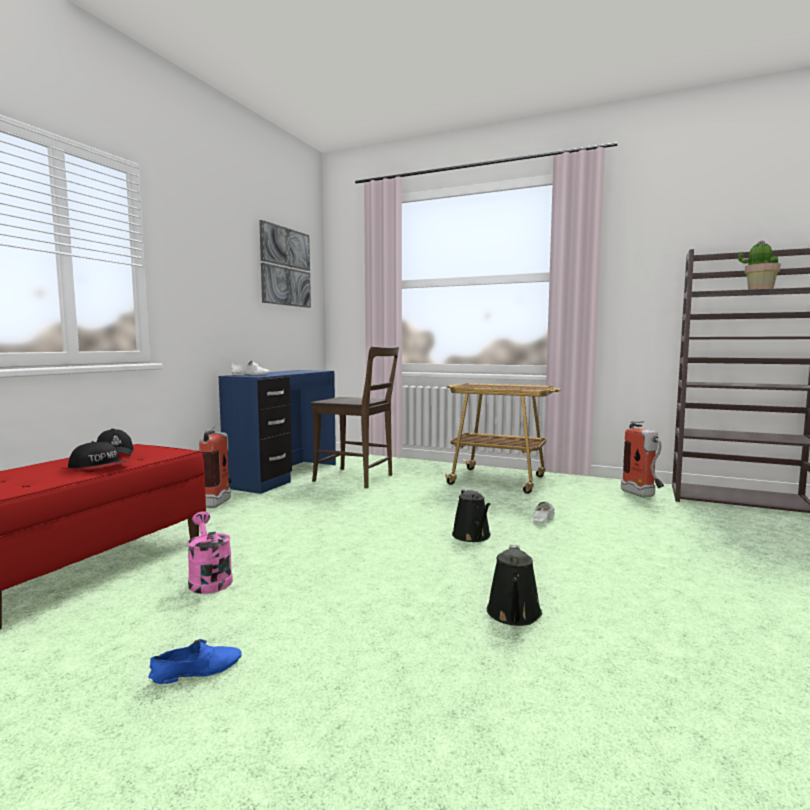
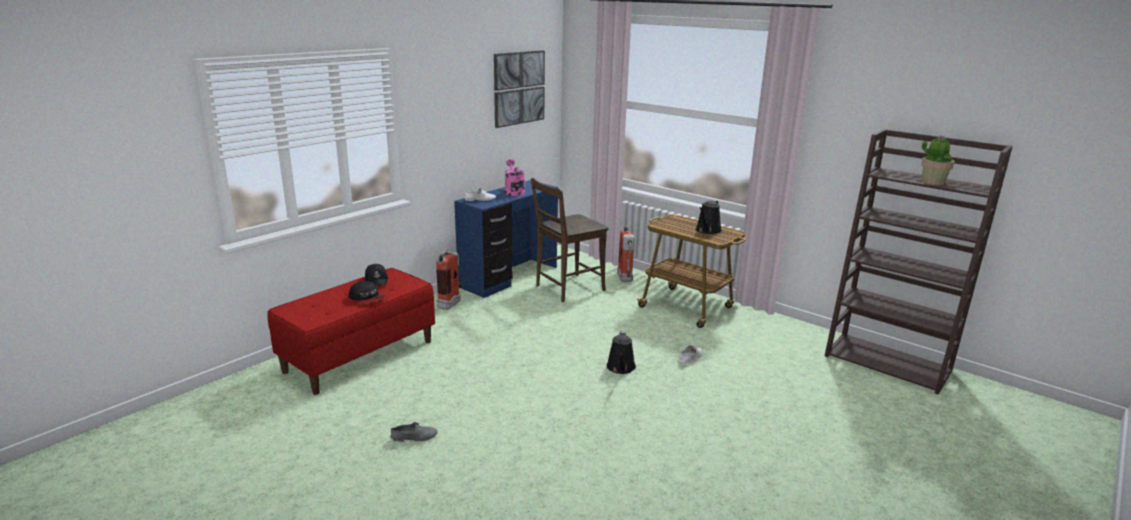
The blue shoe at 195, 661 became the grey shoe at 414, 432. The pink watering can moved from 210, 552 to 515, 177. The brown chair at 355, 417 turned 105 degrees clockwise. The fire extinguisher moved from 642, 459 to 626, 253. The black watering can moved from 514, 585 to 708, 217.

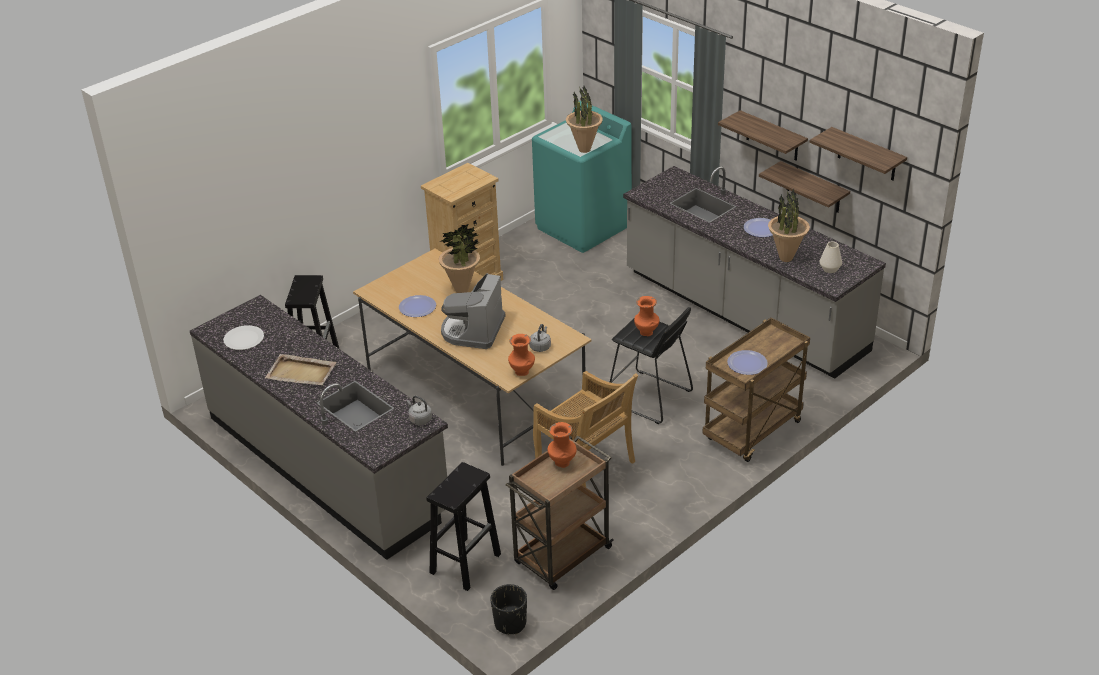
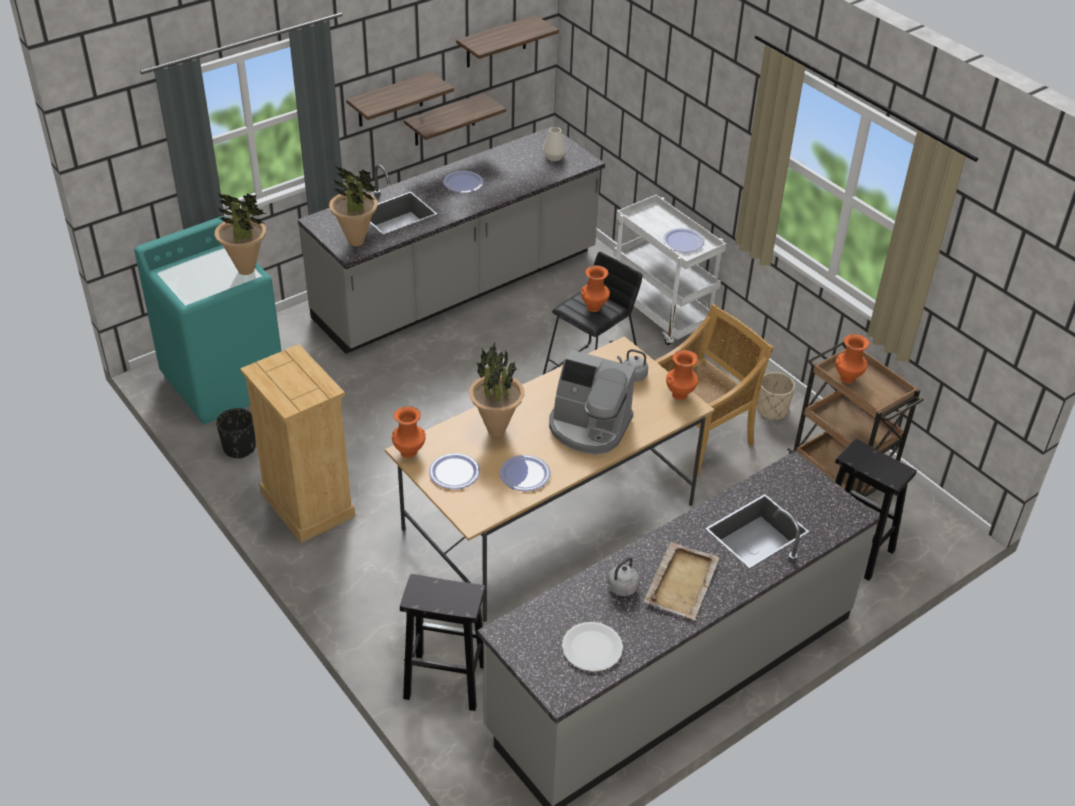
The black planter moved from 508, 609 to 236, 433. The potted plant moved from 789, 225 to 353, 205. The orange vase at 409, 432 appeared. The plate at 454, 471 appeared. The grey kettle moved from 419, 410 to 621, 576. The brown cart at 756, 390 became the white cart at 670, 270. The beige planter at 776, 396 appeared.

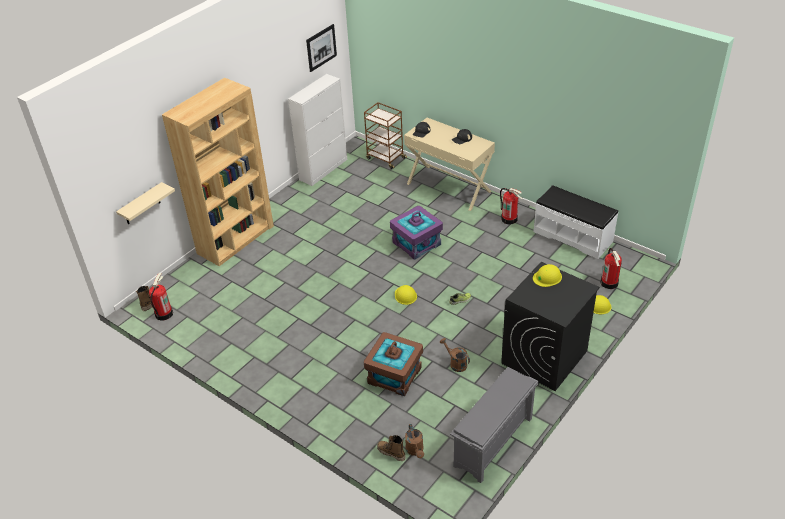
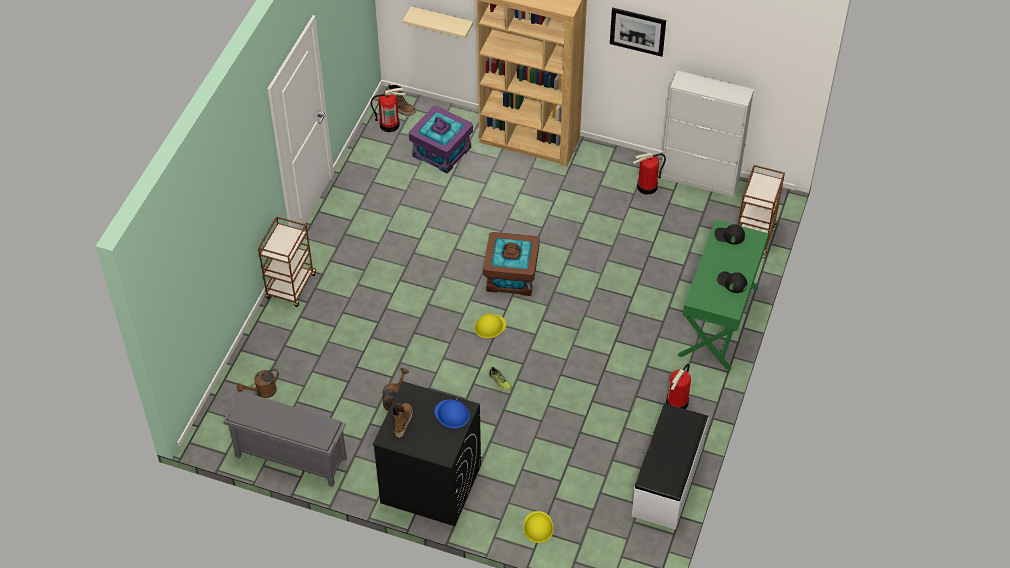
The brown cart at 287, 261 appeared. The boot moved from 391, 448 to 402, 420. The purple storage box moved from 416, 233 to 441, 140. The yellow hard hat at 547, 275 became the blue hard hat at 452, 414. The brown storage box moved from 393, 364 to 511, 264. The picture moved from 321, 48 to 638, 32. The fire extinguisher moved from 611, 268 to 649, 173. The beige desk at 449, 164 became the green desk at 723, 295.

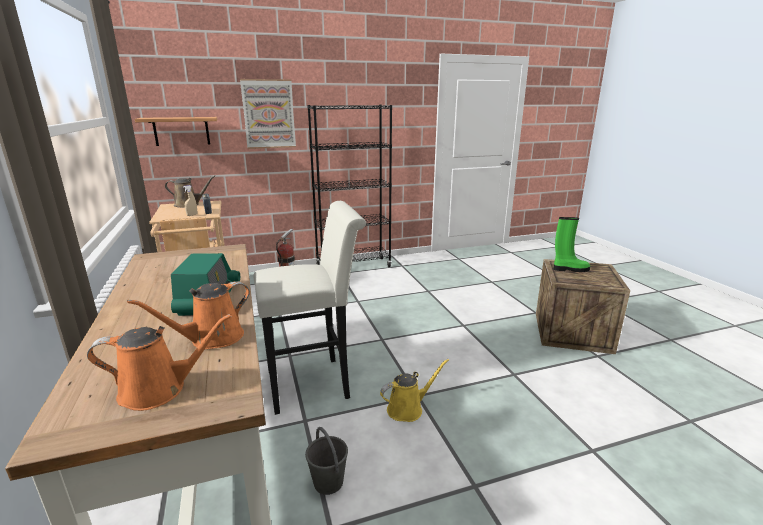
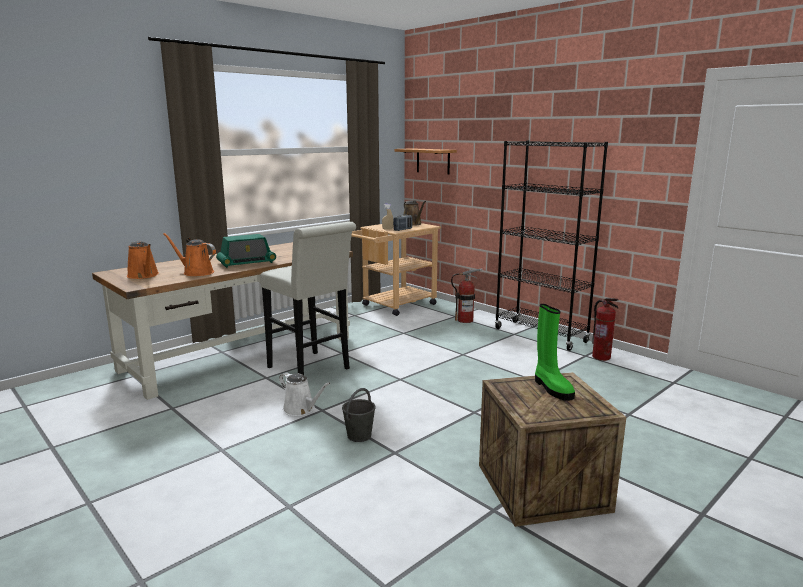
The yellow watering can at 414, 390 became the white watering can at 304, 394. The grey bucket moved from 326, 461 to 359, 415. The fire extinguisher at 605, 329 appeared. The picture at 268, 114 disappeared.

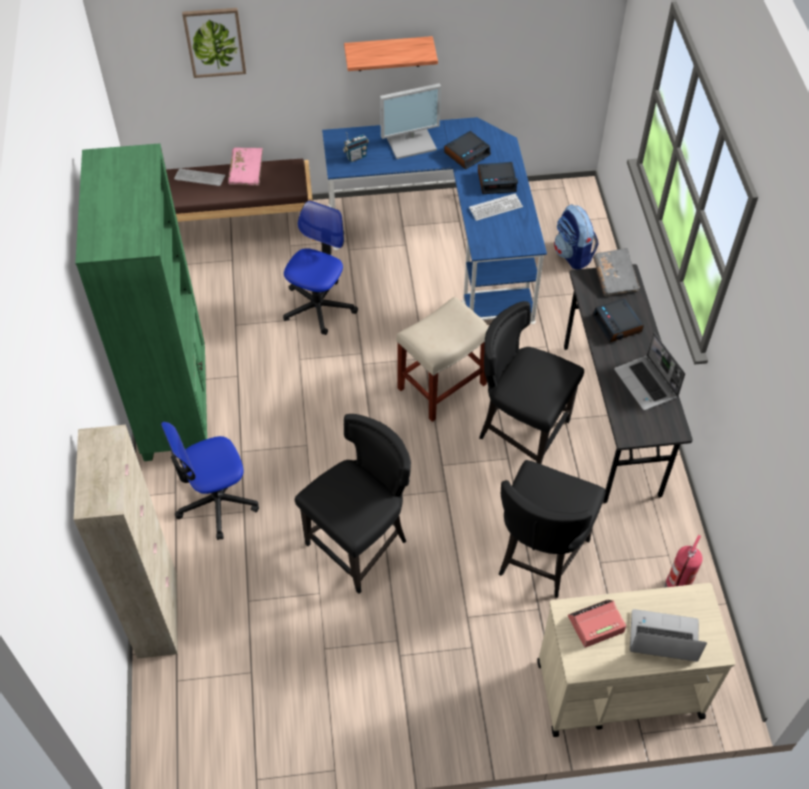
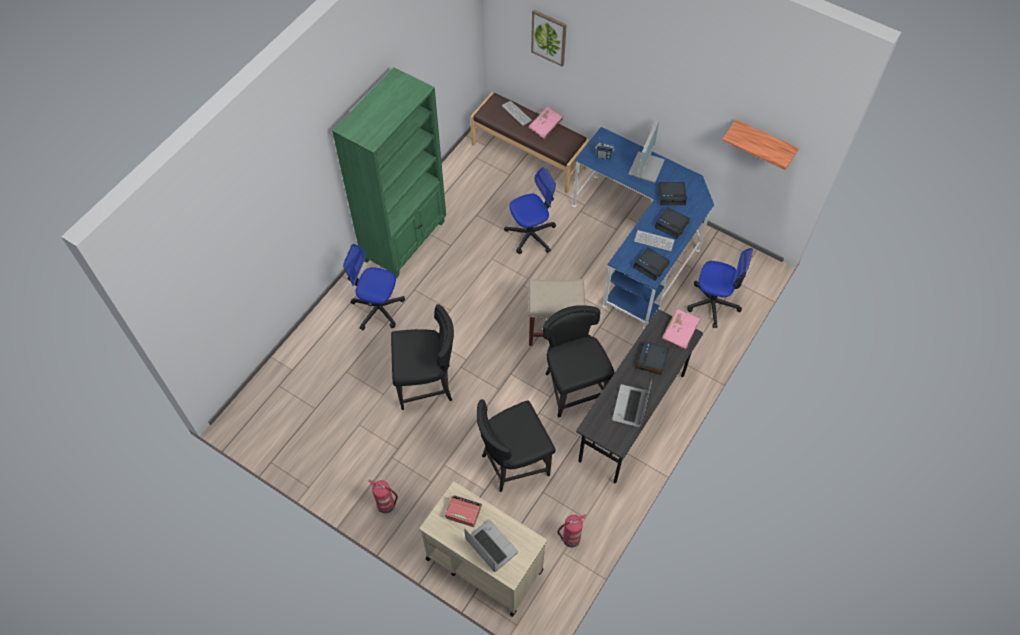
The fire extinguisher at 383, 497 appeared. The monitor at 410, 121 turned 90 degrees counterclockwise. The alarm clock at 651, 264 appeared. The grey book at 616, 272 became the pink book at 681, 329. The backpack at 576, 236 was replaced by the office chair at 720, 288. The shelf moved from 391, 53 to 760, 145. The beige cabinet at 126, 542 disappeared.

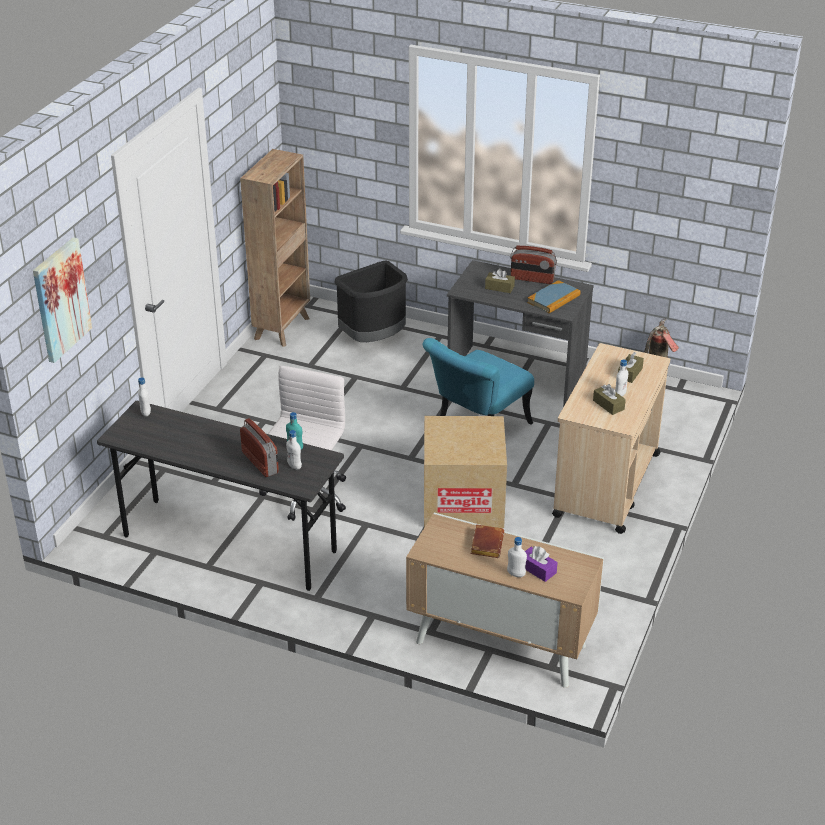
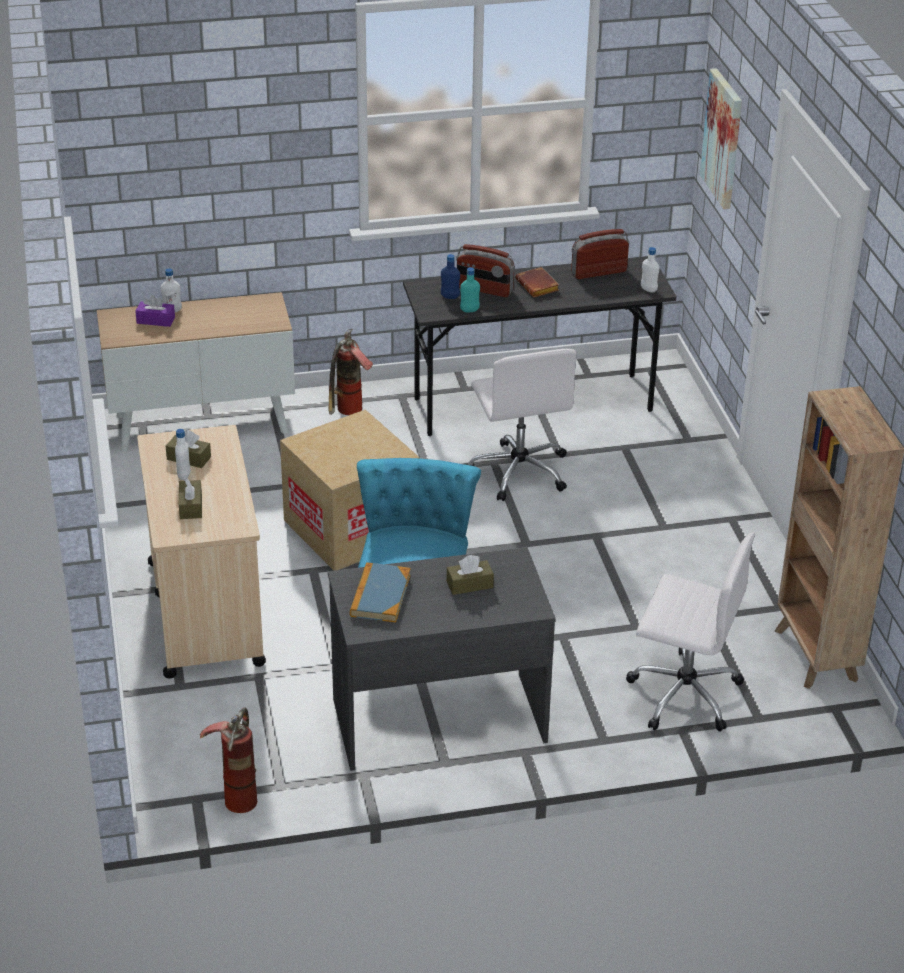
The fire extinguisher at 350, 372 appeared. The white bottle at 294, 450 became the blue bottle at 450, 276. The brown book moved from 487, 541 to 537, 282. The radio moved from 533, 265 to 600, 254. The black trash can at 371, 301 was replaced by the white office chair at 690, 632.

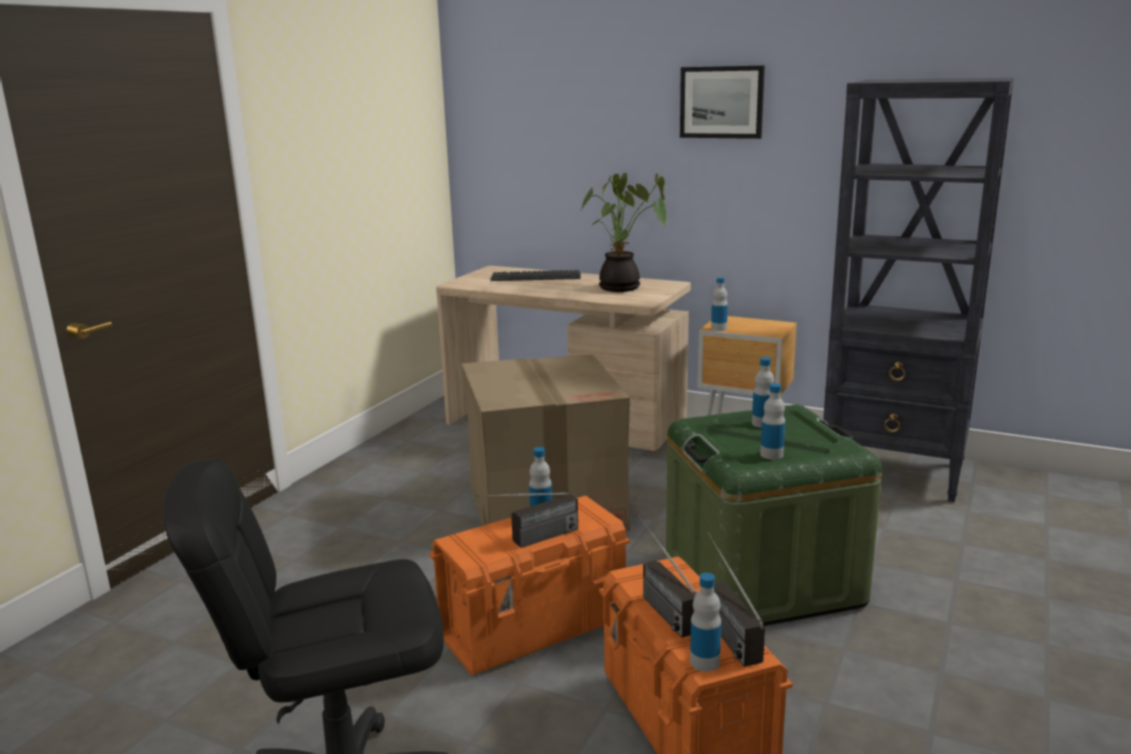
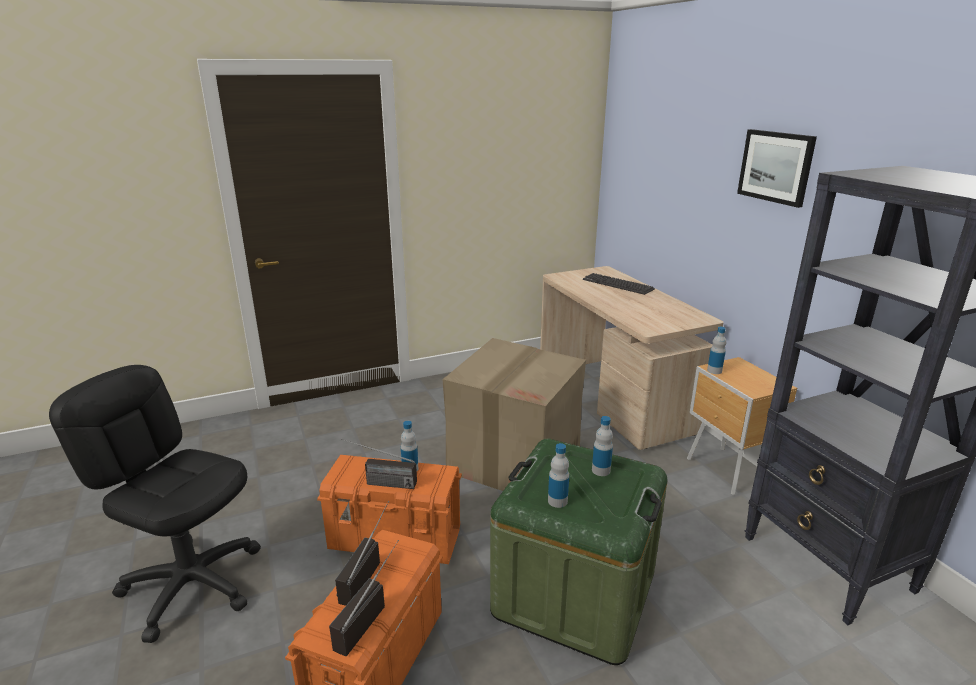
The potted plant at 624, 232 disappeared. The bottle at 705, 622 disappeared.

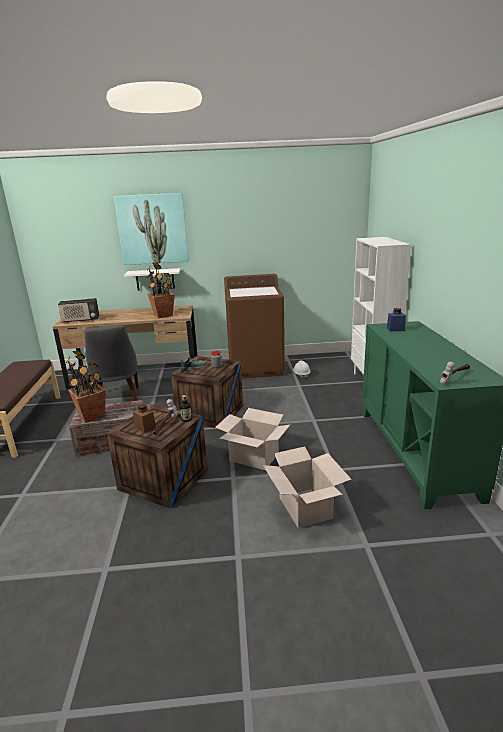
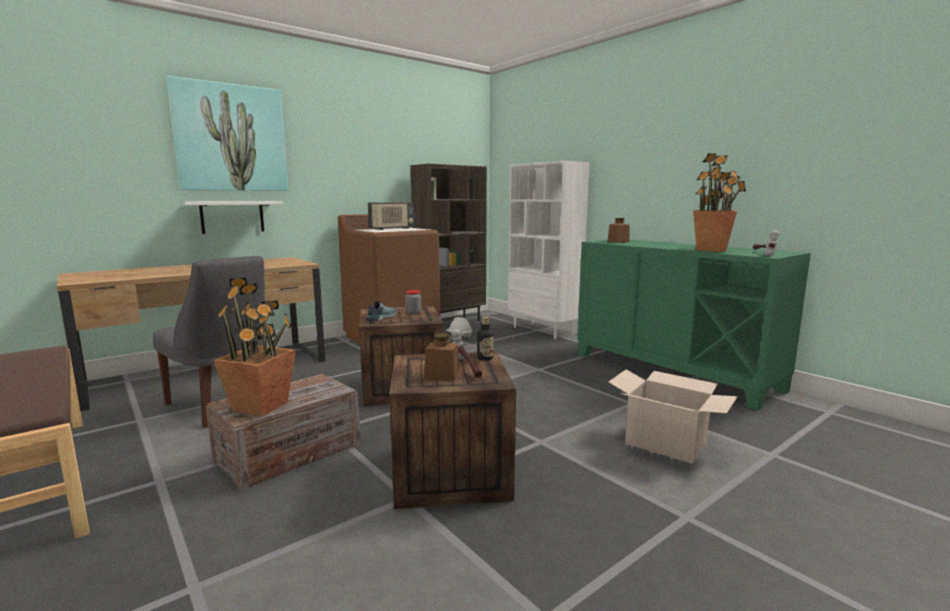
The radio moved from 78, 310 to 391, 216. The brown bookcase at 449, 242 appeared. The blue jar at 396, 319 became the brown jar at 619, 230. The potted plant moved from 161, 290 to 719, 202. The cardboard box at 252, 439 disappeared.

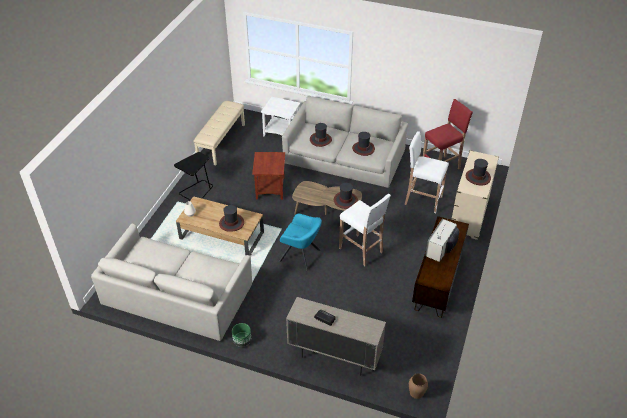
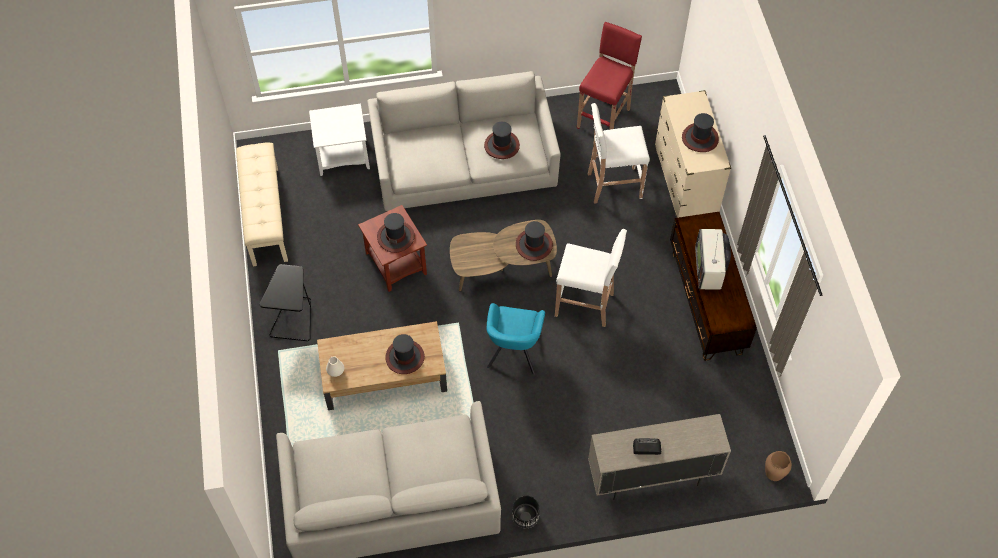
The hat moved from 321, 135 to 396, 233. The turquoise armchair at 300, 242 turned 105 degrees clockwise. The green planter at 241, 335 became the black planter at 526, 511.

